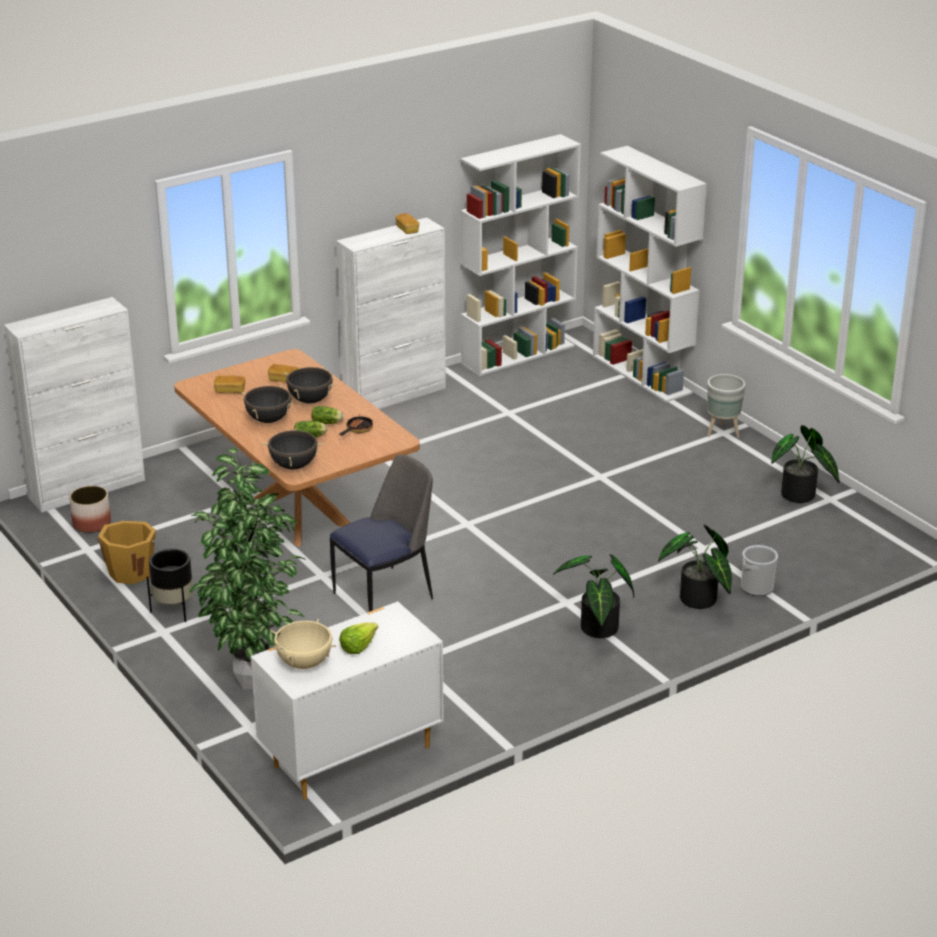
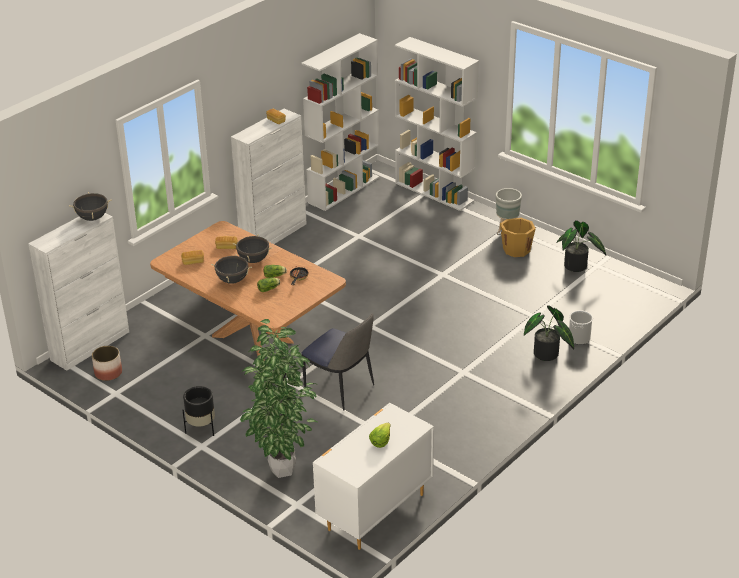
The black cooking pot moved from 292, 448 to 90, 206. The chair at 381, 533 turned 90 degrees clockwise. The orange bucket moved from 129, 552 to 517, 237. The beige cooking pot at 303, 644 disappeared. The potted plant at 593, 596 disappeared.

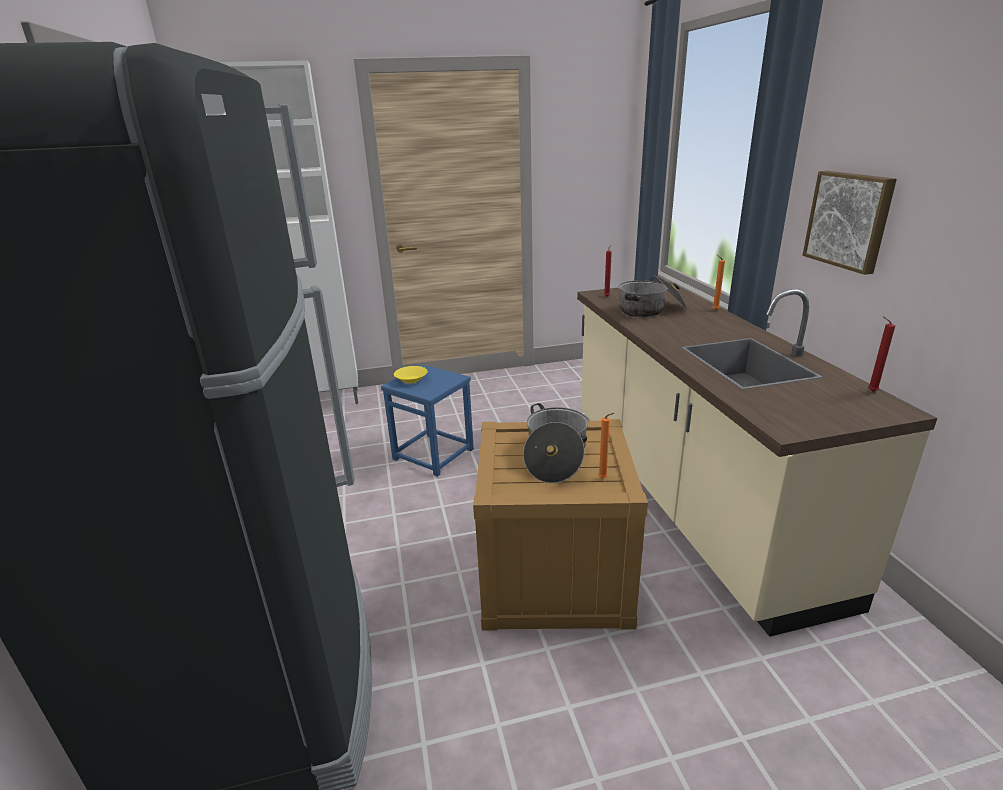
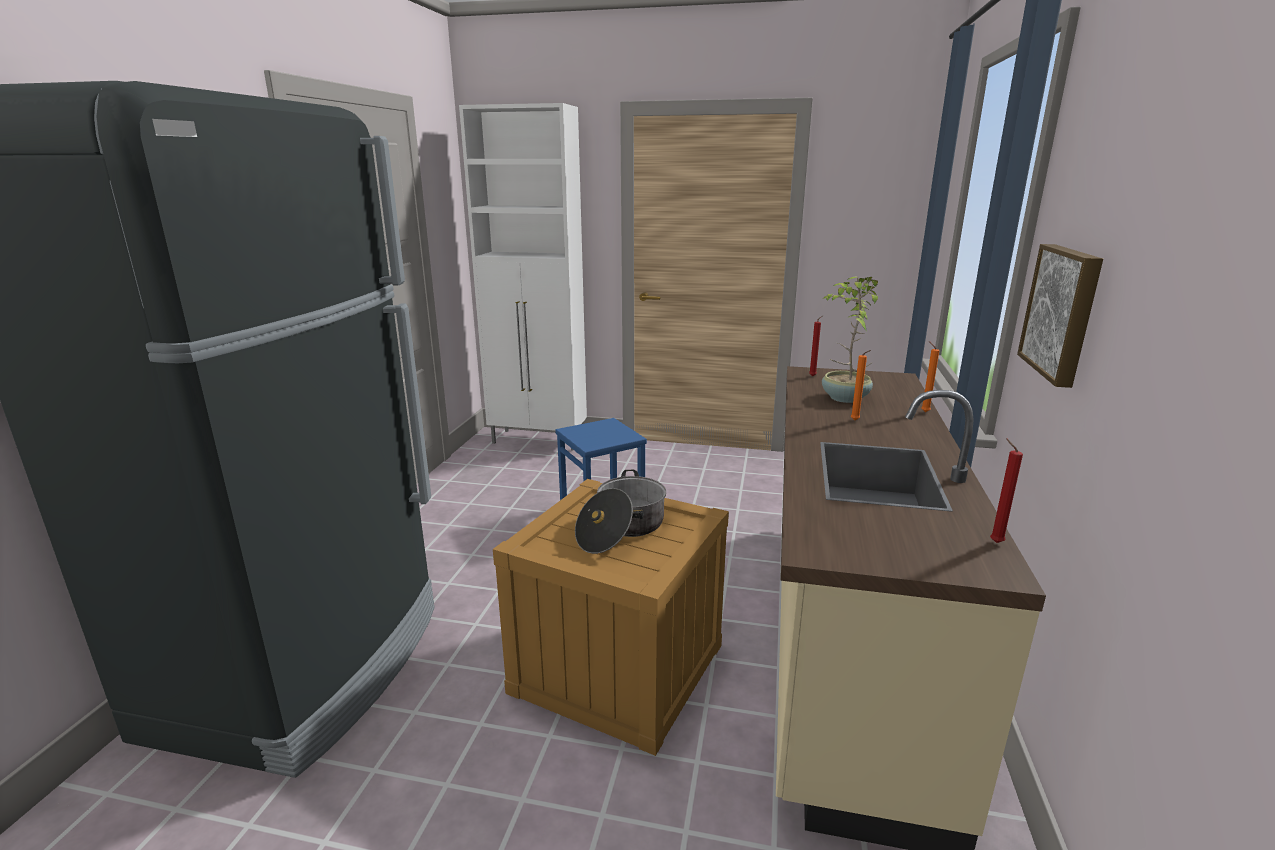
The cooking pot at 653, 296 was replaced by the potted plant at 850, 340. The orange candle moved from 606, 446 to 861, 385. The yellow bowl at 411, 375 disappeared.

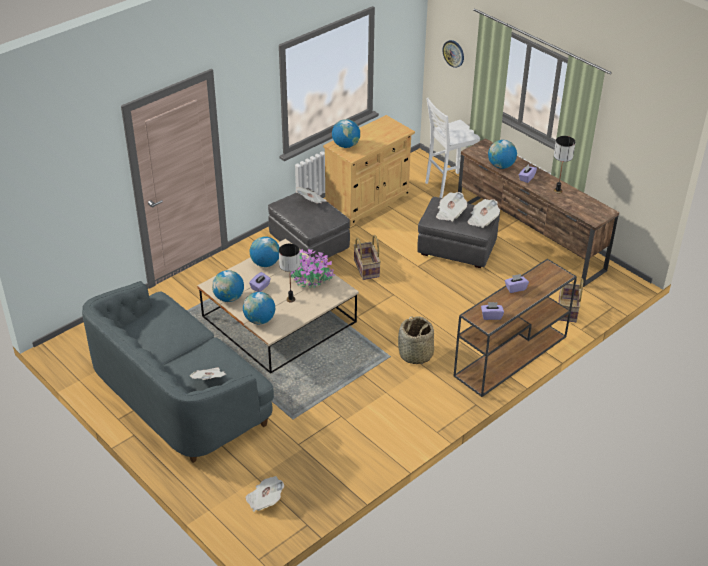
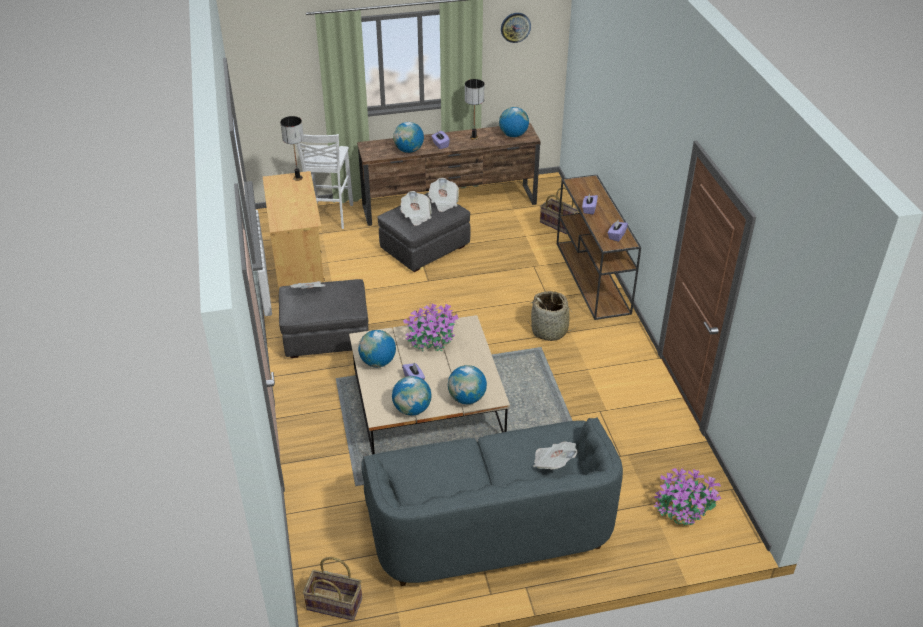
The table lamp moved from 289, 273 to 292, 148. The basket moved from 367, 257 to 332, 589. The globe moved from 346, 133 to 514, 122. The wall clock moved from 453, 54 to 516, 28. The newspaper at 264, 494 was replaced by the potted plant at 687, 496.

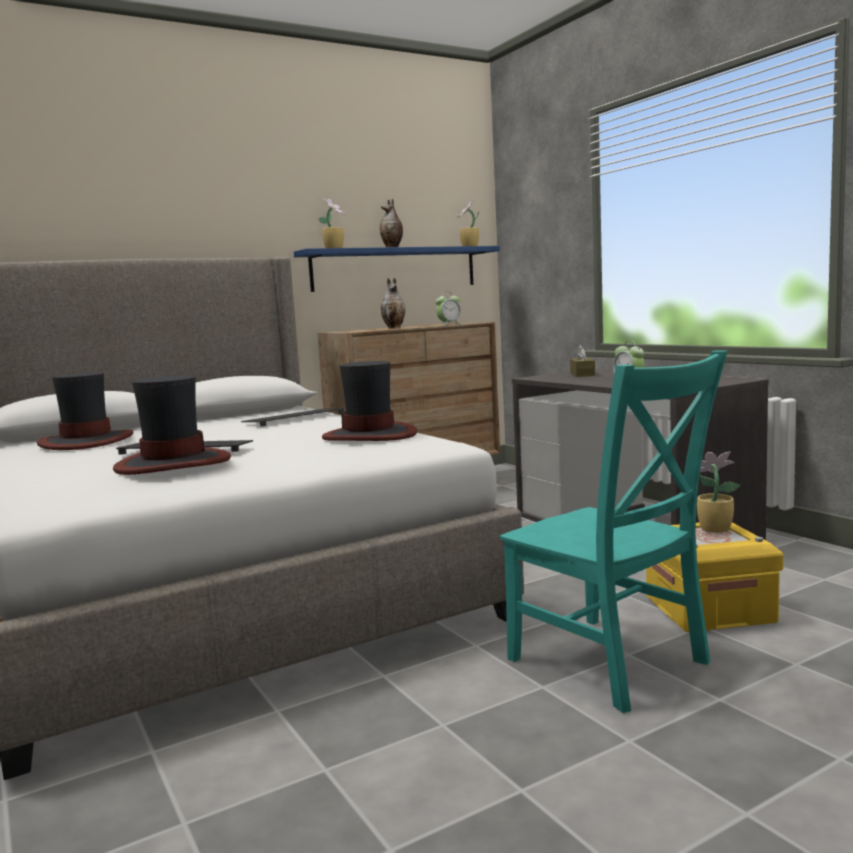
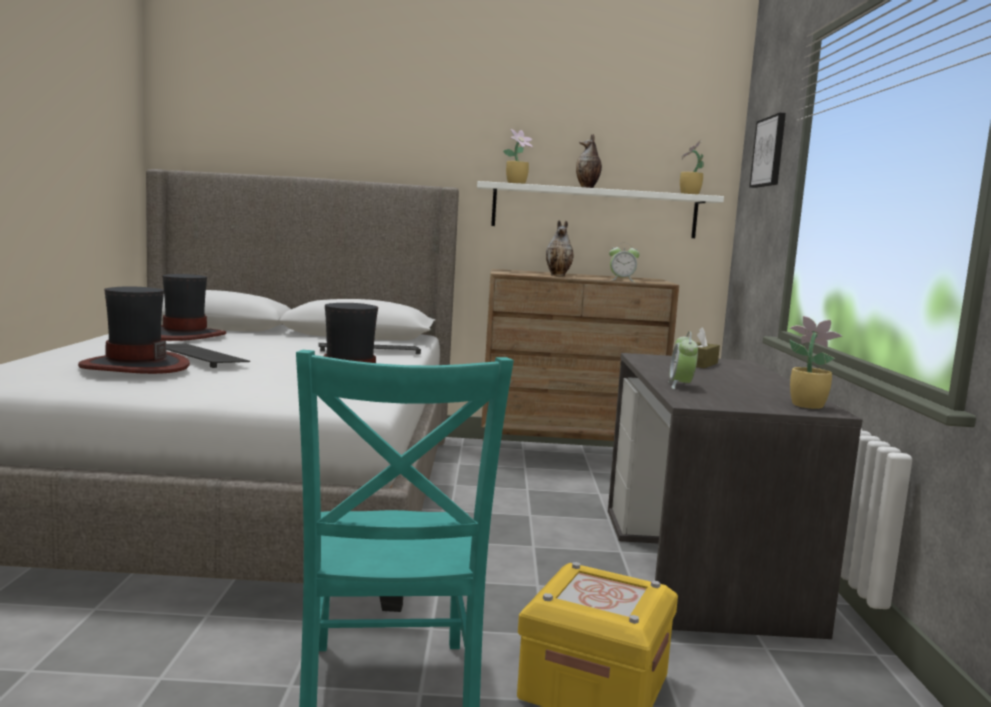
The blue shelf at 397, 269 became the white shelf at 600, 209. The picture at 767, 150 appeared. The potted plant moved from 718, 492 to 815, 362.

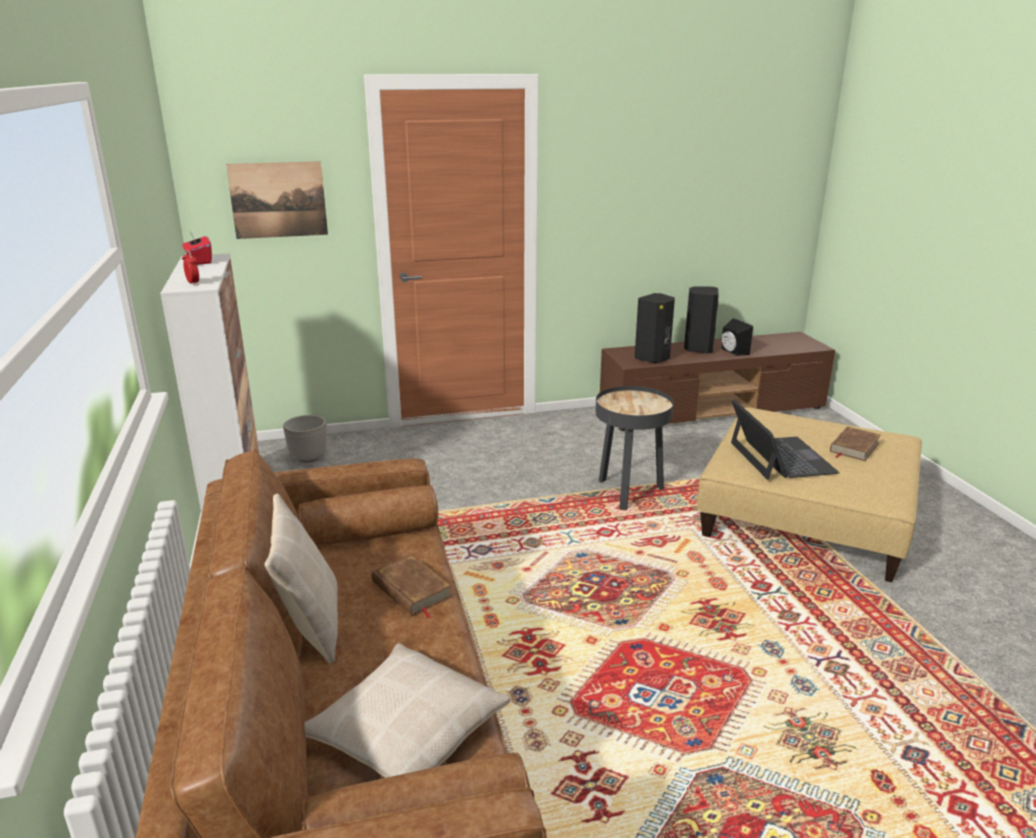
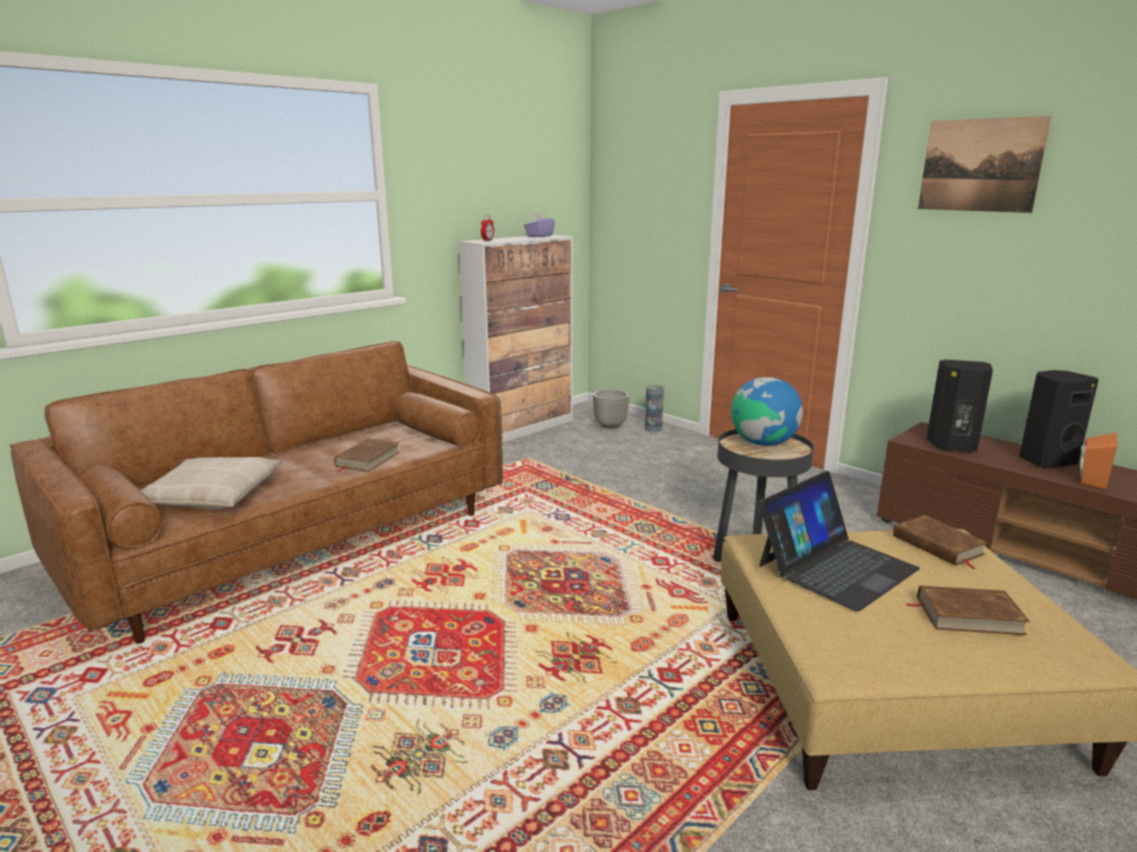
The red tissue box at 197, 248 became the purple tissue box at 539, 224. The vase at 654, 408 appeared. The globe at 767, 411 appeared. The brown book at 940, 542 appeared. The picture moved from 277, 200 to 984, 164. The black speaker at 737, 337 became the orange speaker at 1099, 461. The beige pillow at 301, 579 disappeared.

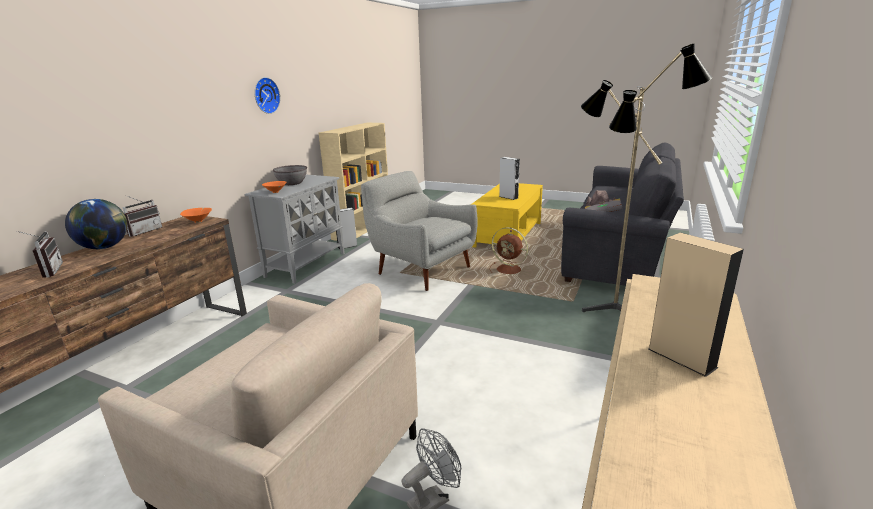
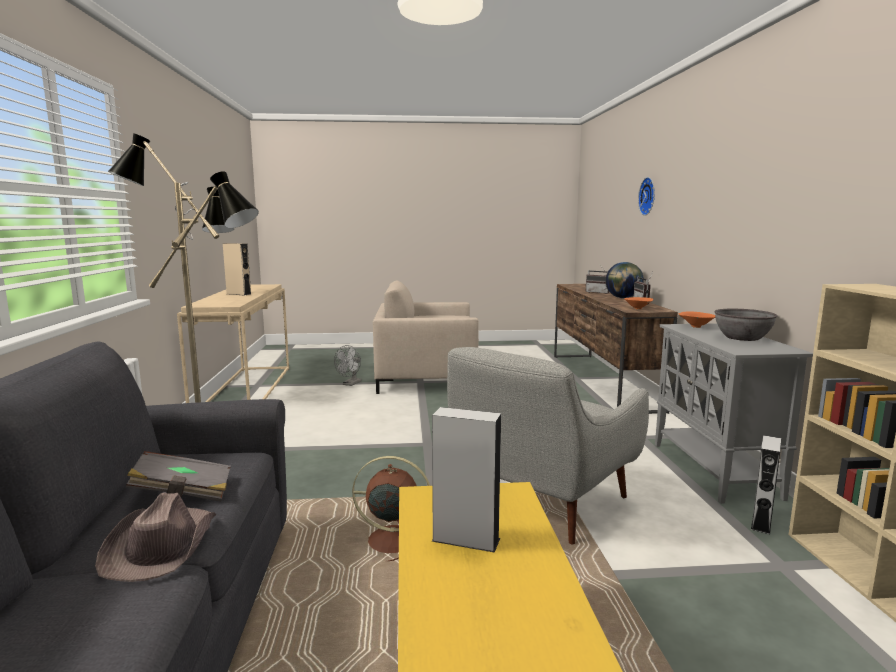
The grey armchair at 419, 231 turned 120 degrees clockwise. The wall clock moved from 267, 95 to 646, 196.

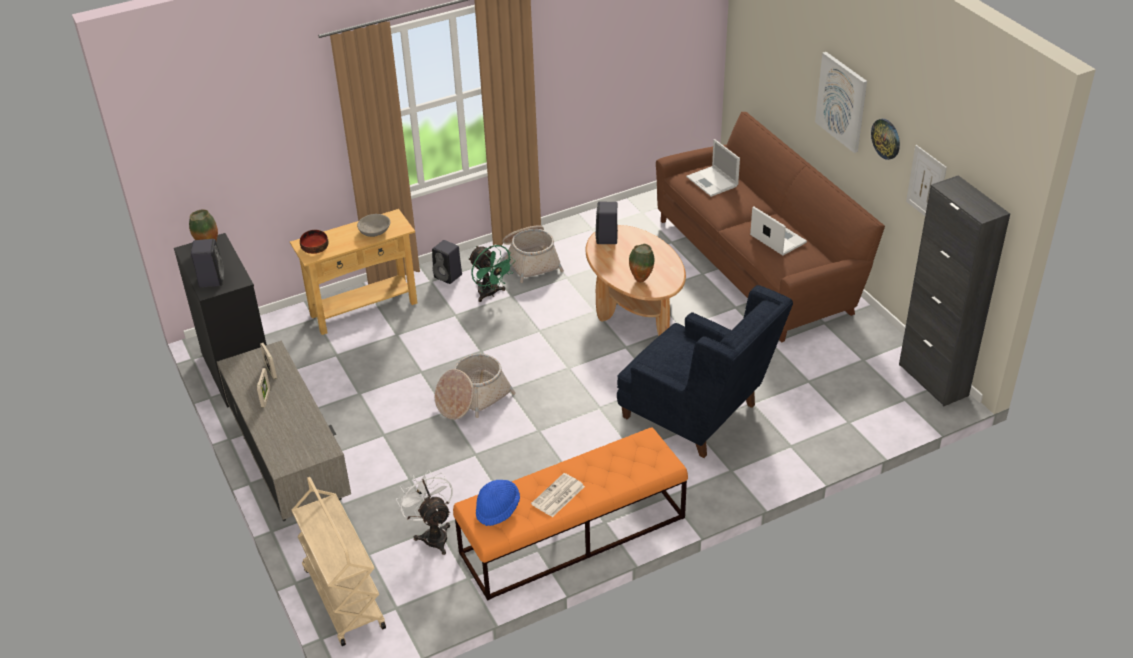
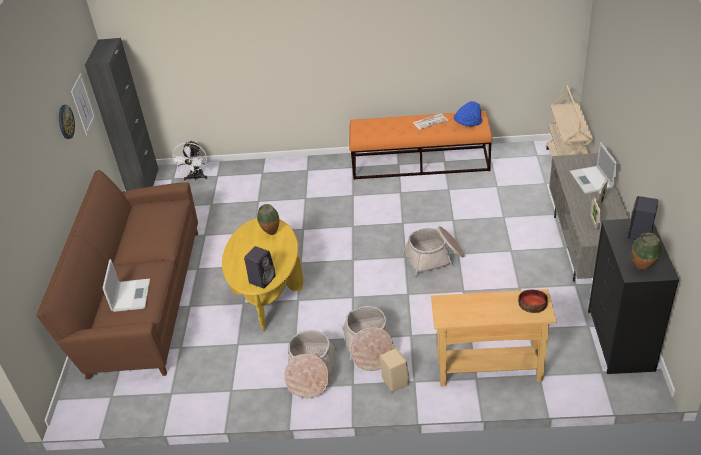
The white fan moved from 424, 512 to 189, 161. The brown coffee table at 636, 280 became the yellow coffee table at 262, 274. The green fan at 491, 273 was replaced by the basket at 368, 338. The black speaker at 447, 262 became the beige speaker at 395, 370. The laptop moved from 778, 230 to 594, 168. The grey bowl at 373, 225 disappeared. The blue armchair at 705, 371 disappeared. The picture at 841, 102 disappeared.

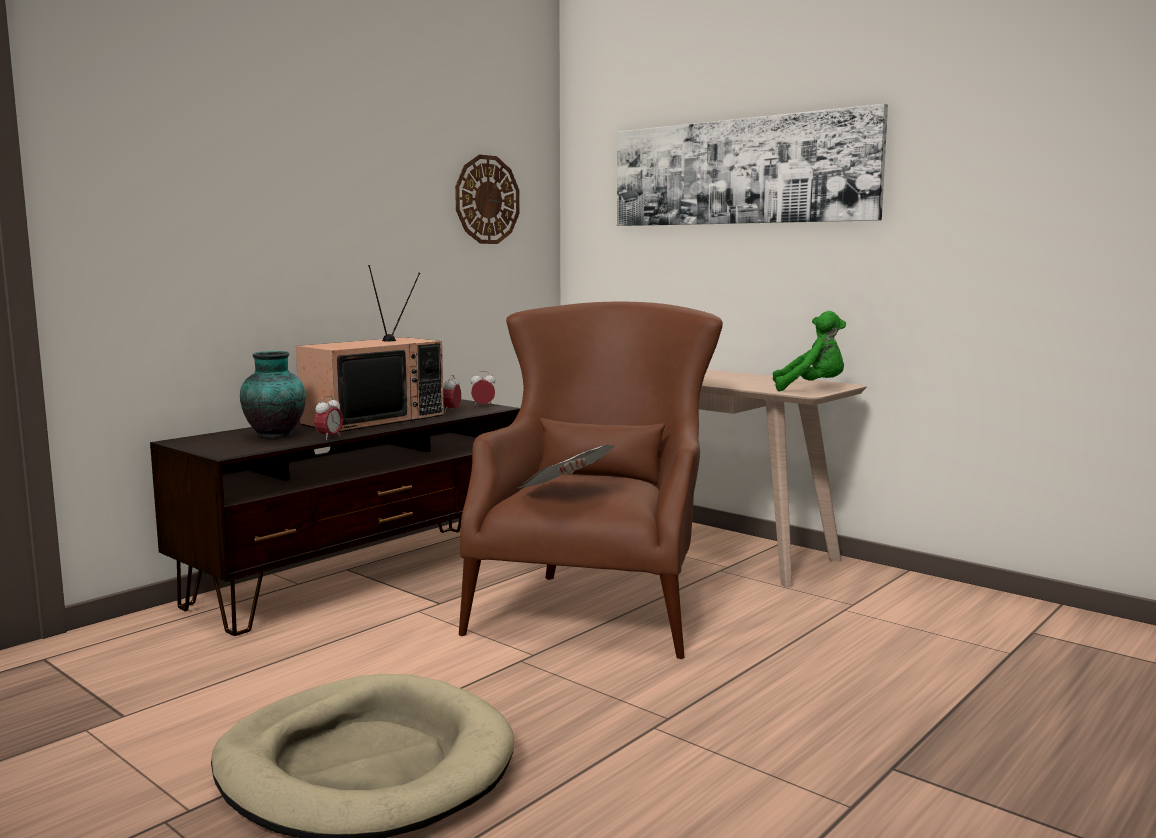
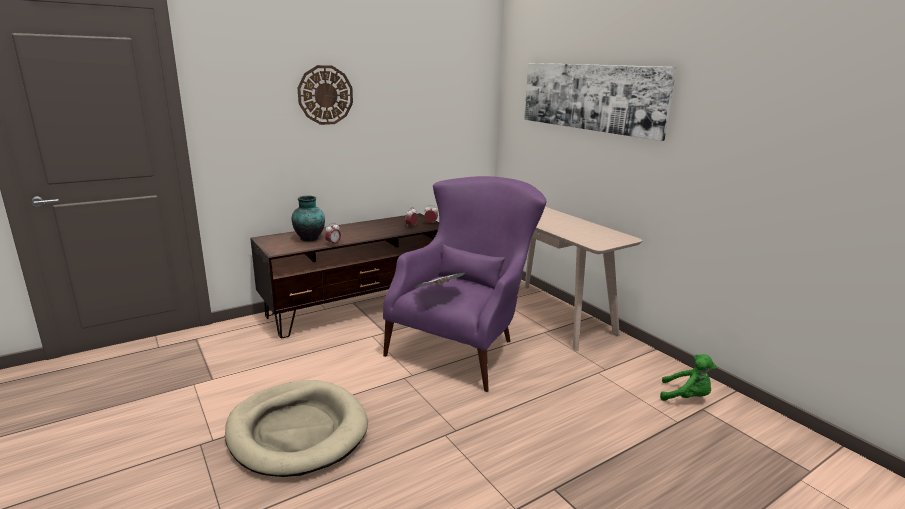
The wall clock moved from 487, 199 to 325, 95. The brown armchair at 591, 480 became the purple armchair at 464, 284. The green plush toy moved from 809, 351 to 688, 377. The television at 370, 348 disappeared.

